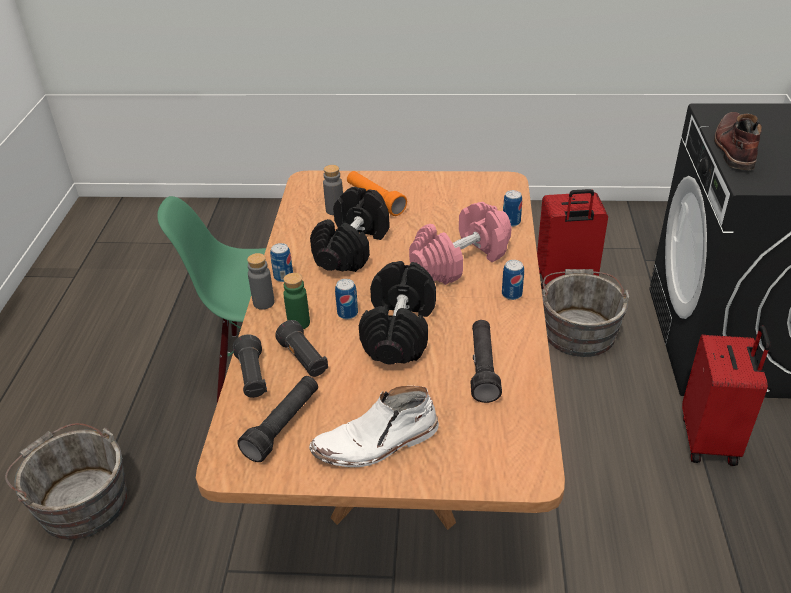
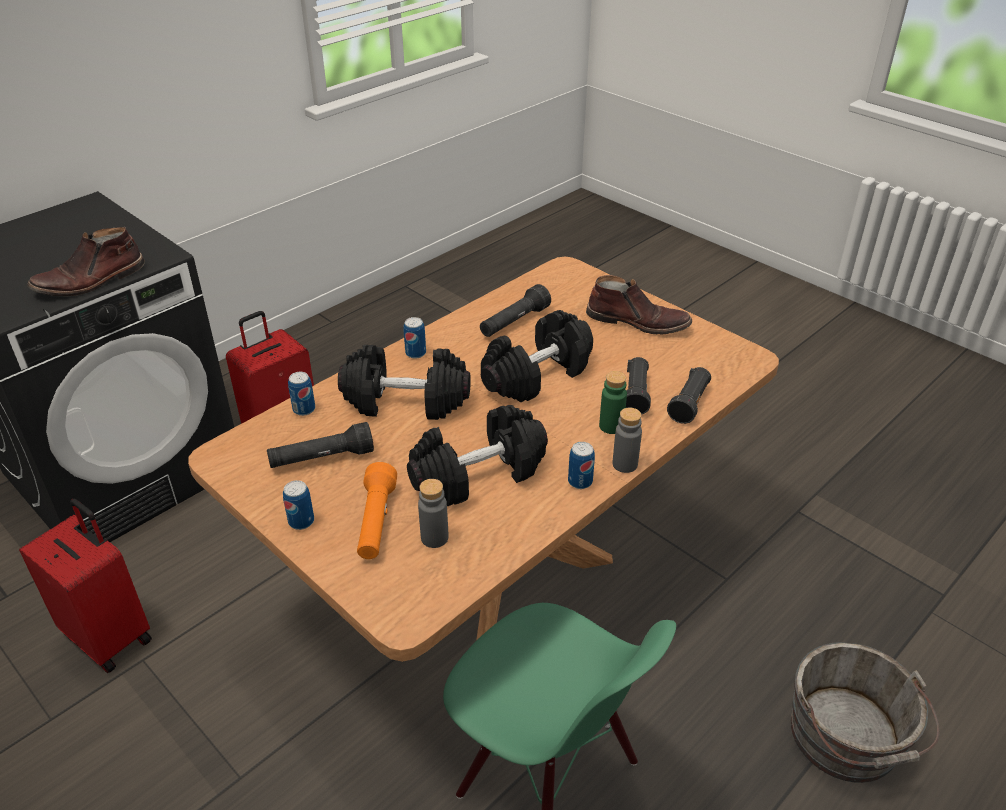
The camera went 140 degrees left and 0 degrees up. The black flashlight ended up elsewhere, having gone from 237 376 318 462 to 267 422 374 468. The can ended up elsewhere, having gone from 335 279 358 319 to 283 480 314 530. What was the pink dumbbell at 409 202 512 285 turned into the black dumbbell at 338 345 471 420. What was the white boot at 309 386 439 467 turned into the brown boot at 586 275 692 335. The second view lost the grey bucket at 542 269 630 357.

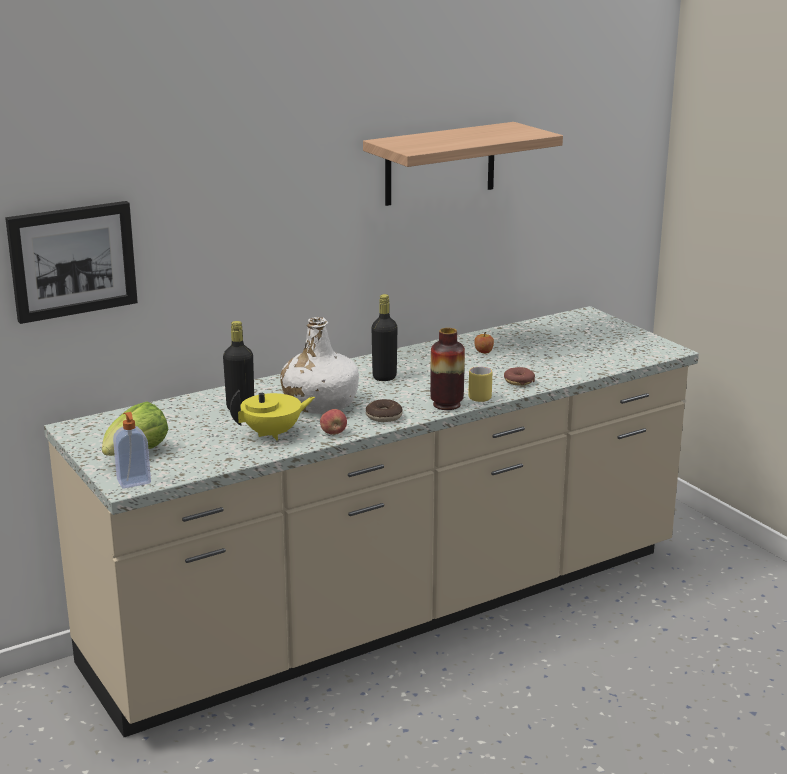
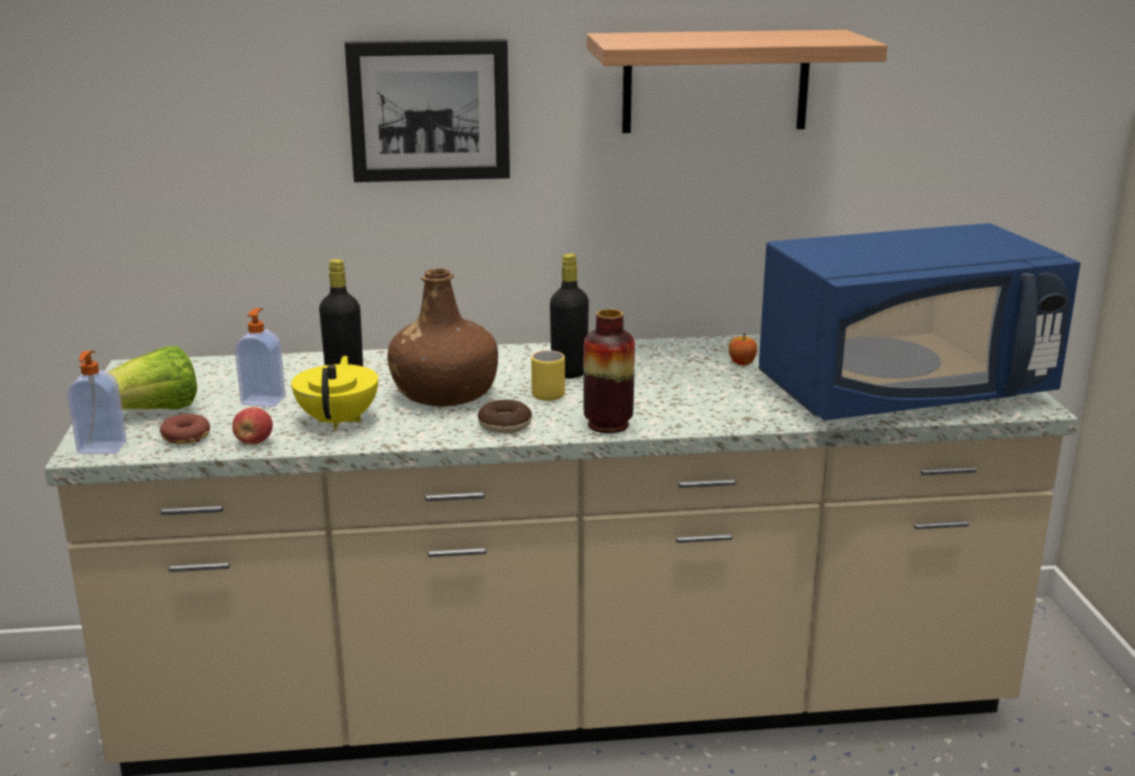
The camera went 25 degrees right and 0 degrees up. The donut ended up elsewhere, having gone from 504 367 535 385 to 160 414 210 444. The apple ended up elsewhere, having gone from 320 409 347 435 to 232 407 273 445. The second view gained the soap dispenser at 235 308 286 407. The yellow teapot at 230 390 315 440 ended up facing another way, 90 degrees counterclockwise from before. The picture ended up elsewhere, having gone from 5 201 138 324 to 345 39 510 182. What was the white bottle at 280 317 359 414 turned into the brown bottle at 387 268 498 406. The yellow mug ended up elsewhere, having gone from 468 367 492 402 to 531 350 565 401. The second view gained the blue microwave at 759 223 1081 421.

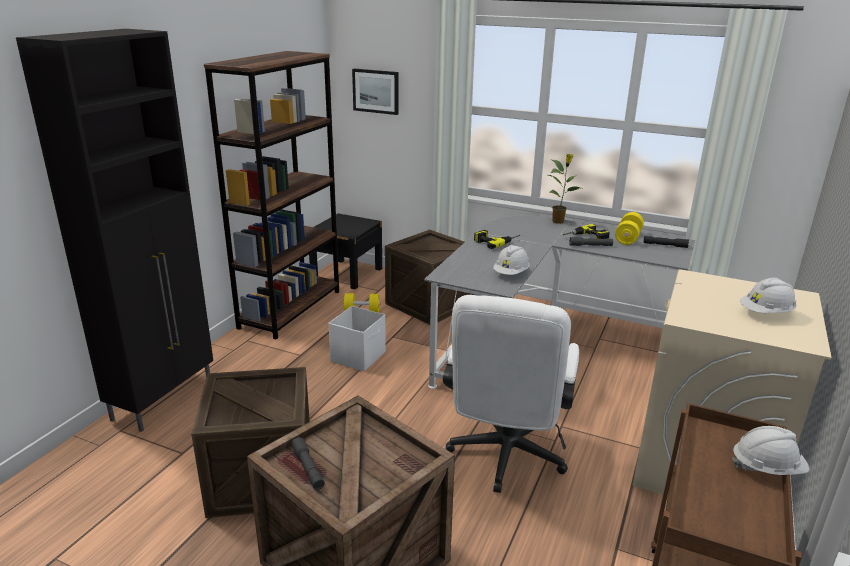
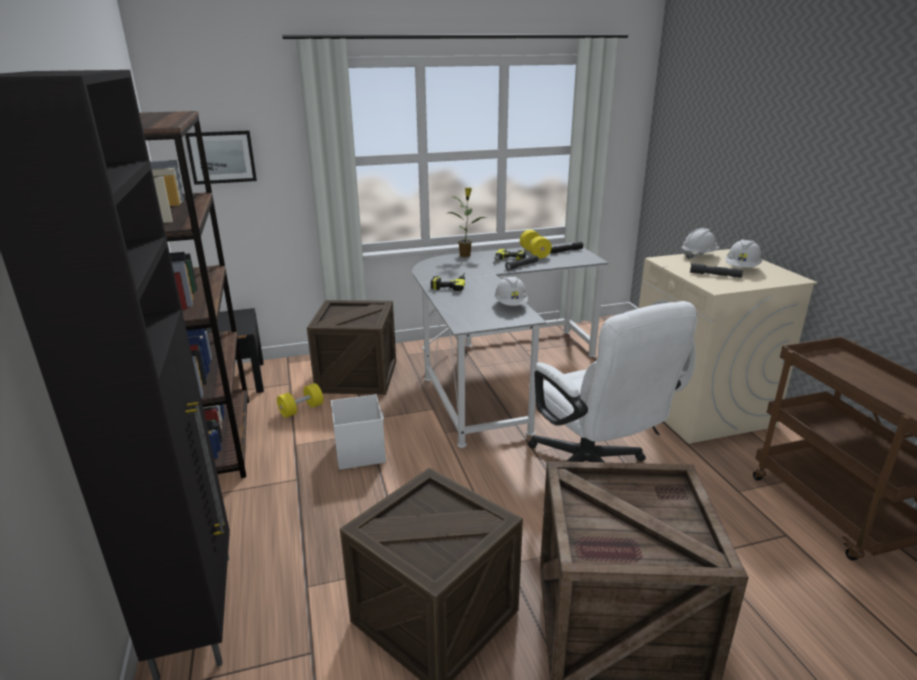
The camera went 40 degrees left and 0 degrees up. The white hard hat ended up elsewhere, having gone from 732 426 809 475 to 682 228 720 260. The grey flashlight ended up elsewhere, having gone from 291 437 325 490 to 690 263 743 278.

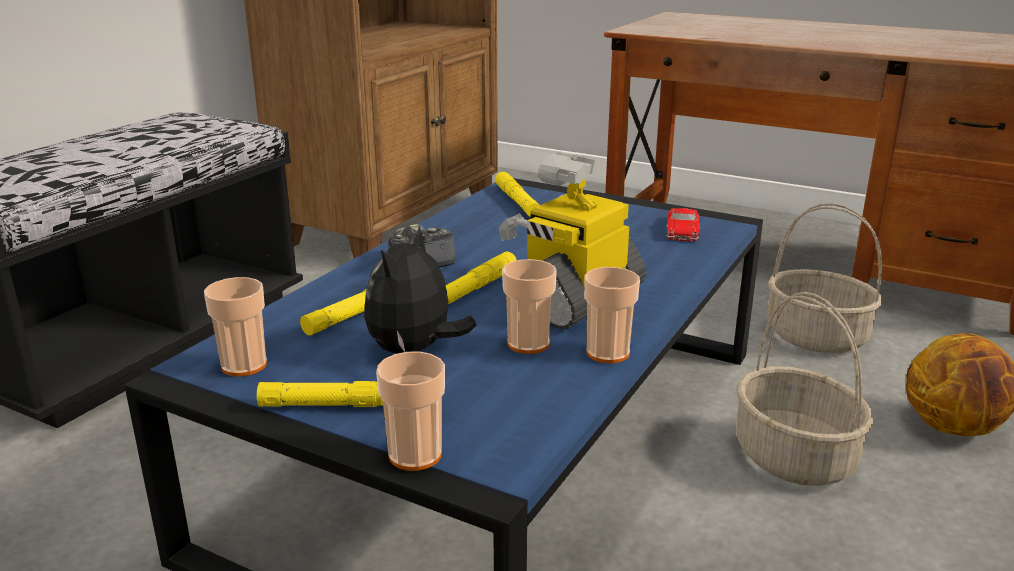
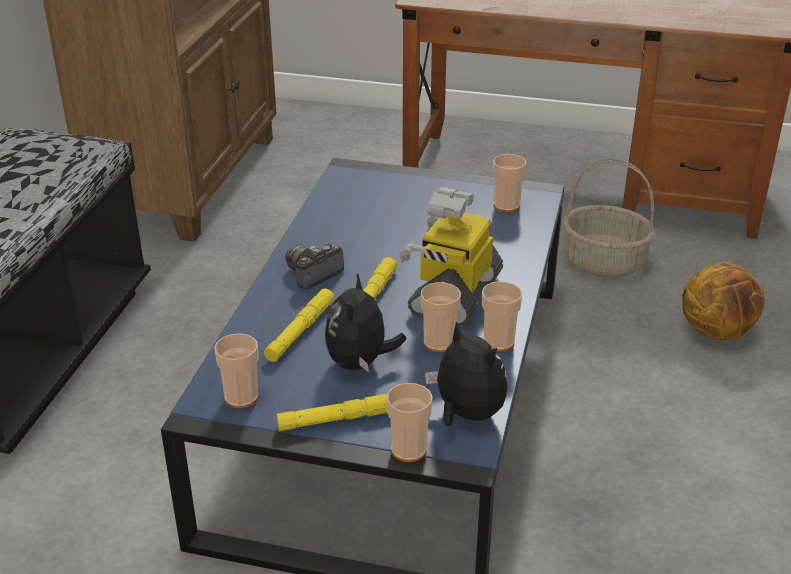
The camera went 15 degrees left and 10 degrees up. The second view gained the plush toy at 425 321 508 426. Where the red toy car stood at 666 208 699 241, the cup came to stand at 493 154 526 212. The second view lost the yellow flashlight at 495 172 539 217. The second view lost the basket at 736 292 874 486.

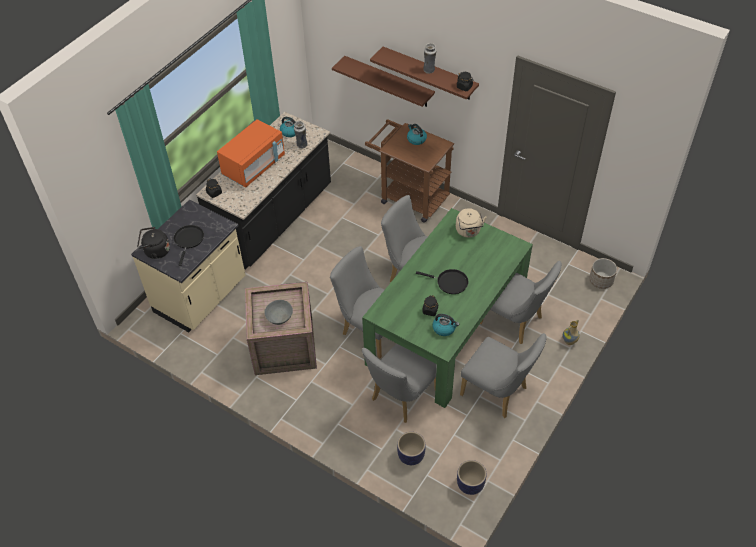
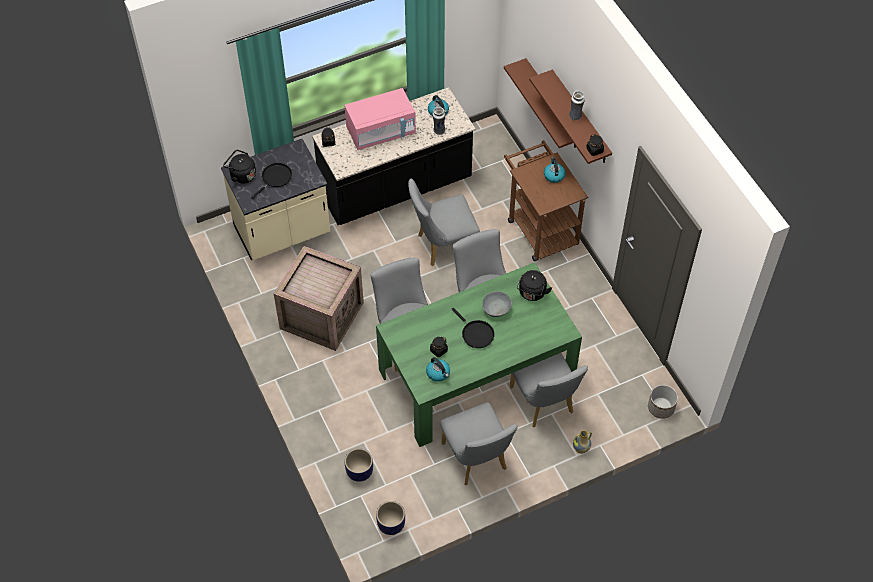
The camera went 30 degrees right and 5 degrees up. What was the orange microwave at 217 119 285 187 turned into the pink microwave at 345 88 416 150. The grey chair ended up elsewhere, having gone from 362 343 437 423 to 408 179 480 266. The grey bowl ended up elsewhere, having gone from 264 300 293 325 to 482 291 512 317. What was the beige kettle at 456 208 487 238 turned into the black kettle at 517 270 552 301.

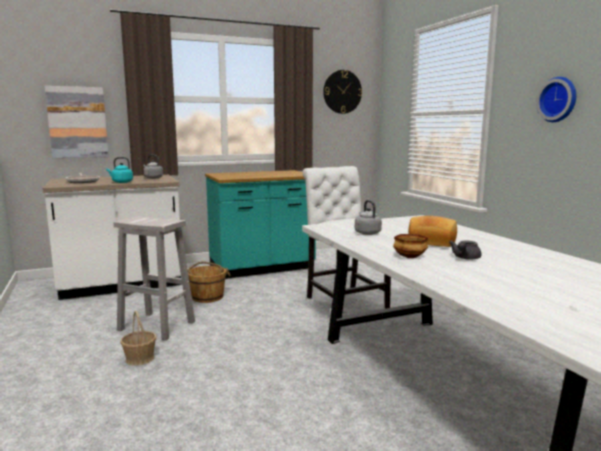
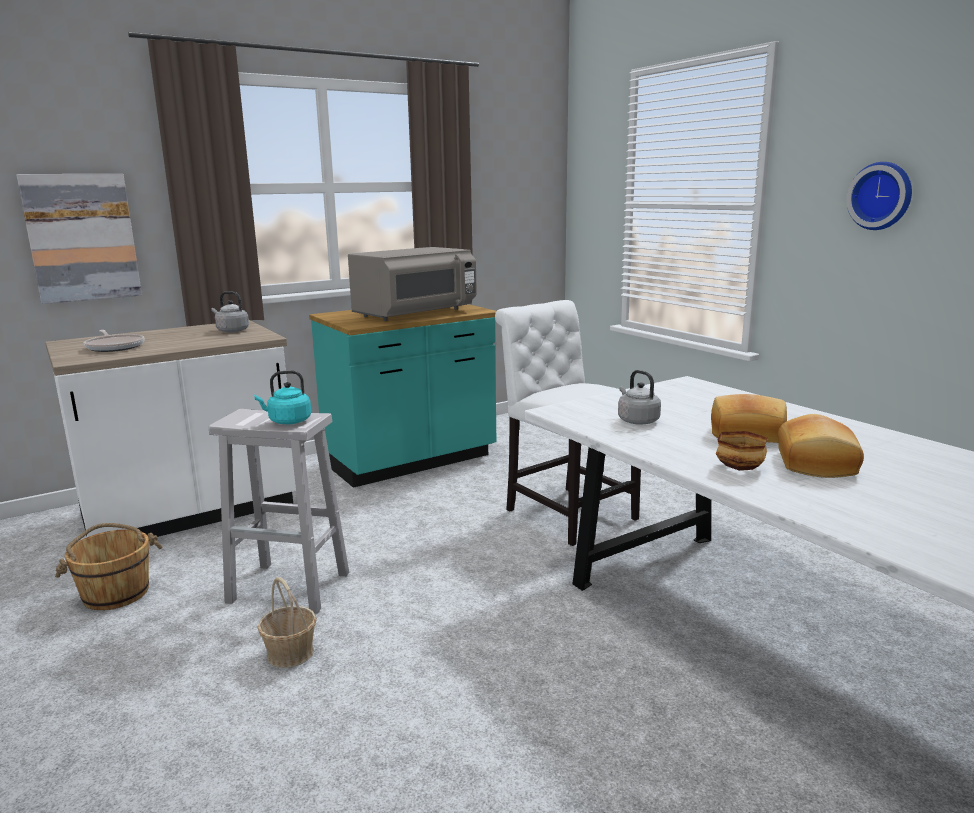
The camera went 10 degrees left and 5 degrees up. The brown bucket ended up elsewhere, having gone from 188 262 231 303 to 55 523 162 610. The turquoise kettle ended up elsewhere, having gone from 106 157 133 183 to 254 370 311 424. The second view gained the grey microwave at 348 247 477 321. Where the grey teapot stood at 449 240 481 260, the bread came to stand at 778 414 864 478. The second view lost the wall clock at 323 70 362 114.

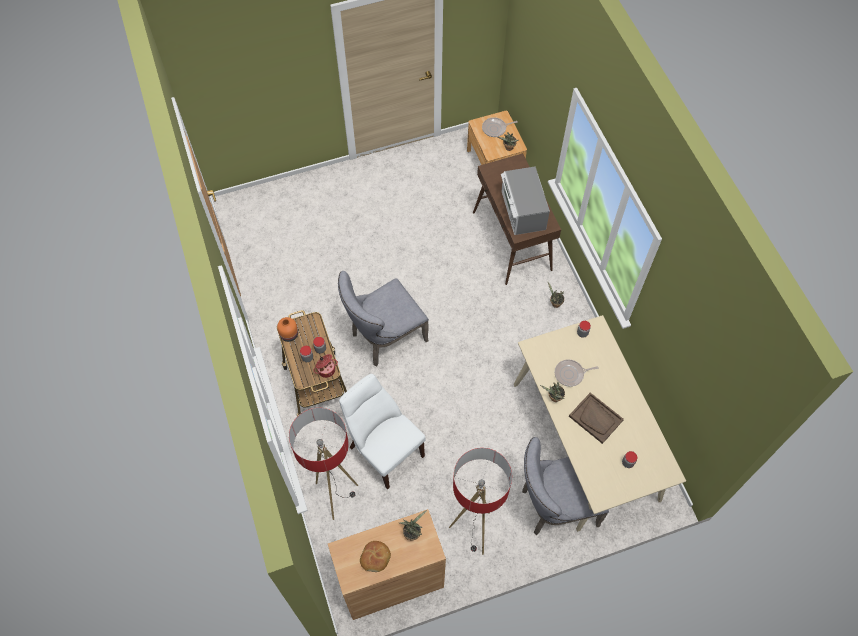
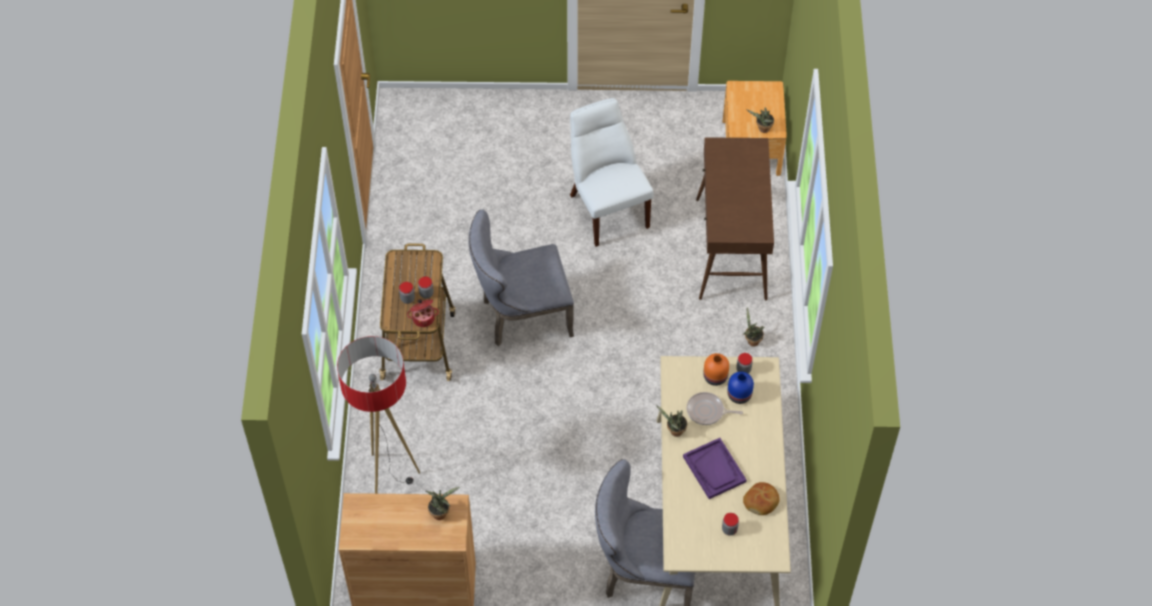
The camera went 20 degrees right and 5 degrees down. The white chair ended up elsewhere, having gone from 339 374 426 489 to 570 98 653 247. What was the brown tray at 569 393 624 444 turned into the purple tray at 683 438 747 499. The orange vase ended up elsewhere, having gone from 277 317 298 342 to 703 353 729 386. The second view gained the blue vase at 727 372 754 404. The bread ended up elsewhere, having gone from 360 541 391 572 to 743 482 780 515. The second view lost the floor lamp at 449 448 512 555. The second view lost the frying pan at 482 117 518 137. The second view lost the microwave at 501 166 550 235.

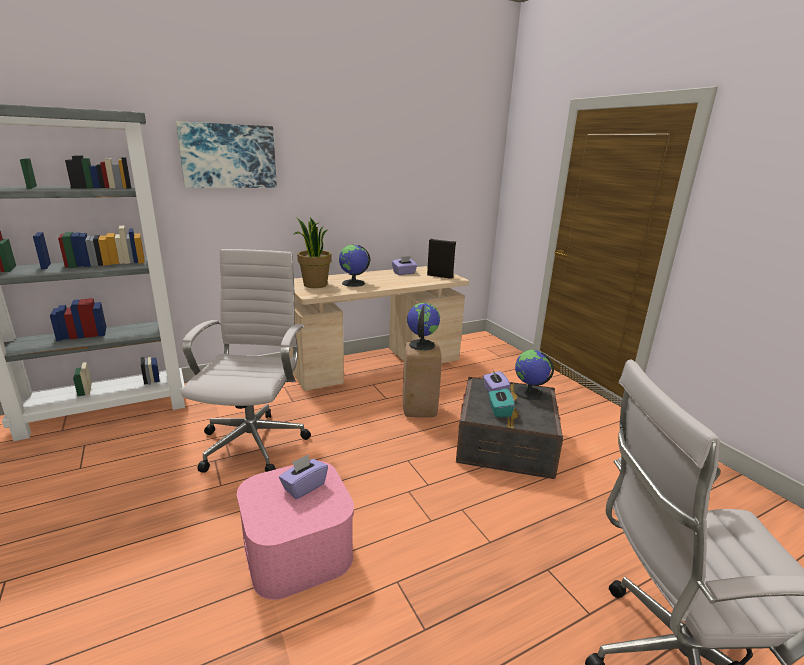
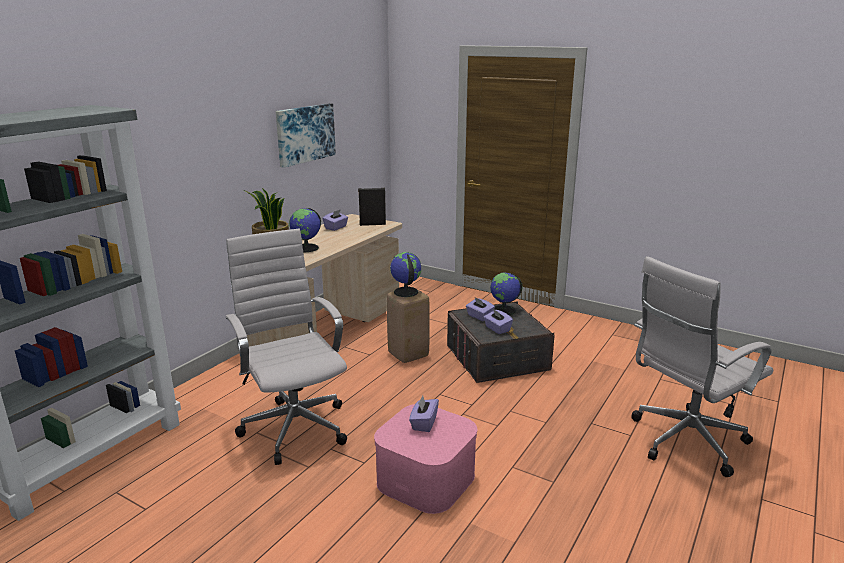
The camera went 30 degrees left and 0 degrees up. The picture ended up elsewhere, having gone from 176 121 277 188 to 276 103 336 168. What was the turquoise tissue box at 489 386 515 417 turned into the purple tissue box at 484 309 513 334.

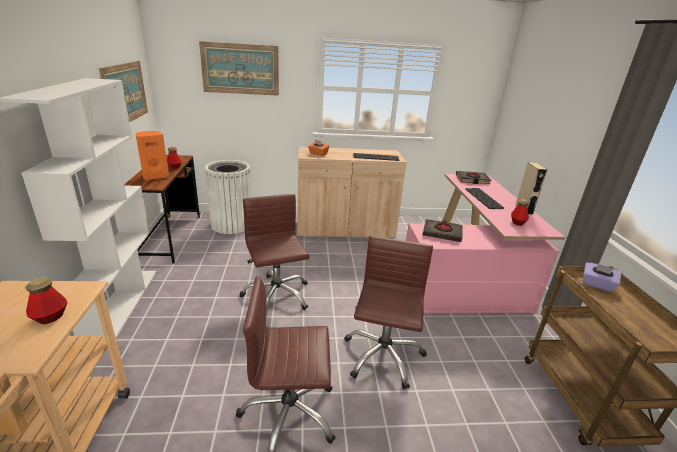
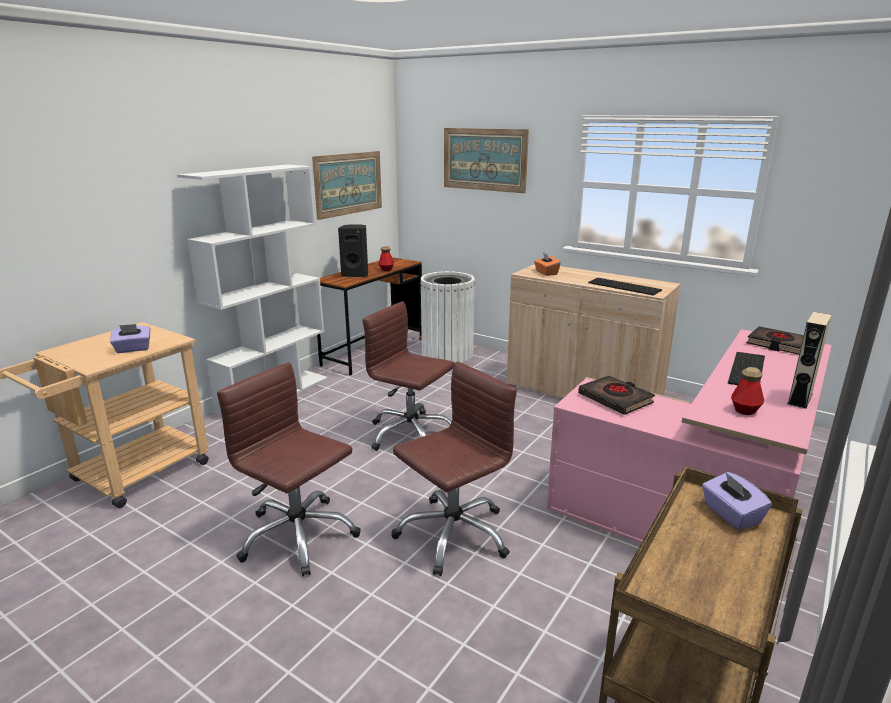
The camera went 40 degrees right and 5 degrees down. Where the bottle stood at 25 277 67 324, the purple tissue box came to stand at 110 324 150 353. What was the orange speaker at 136 131 169 180 turned into the black speaker at 338 224 368 277. The brown office chair at 239 194 310 310 ended up facing another way, 75 degrees counterclockwise from before.

